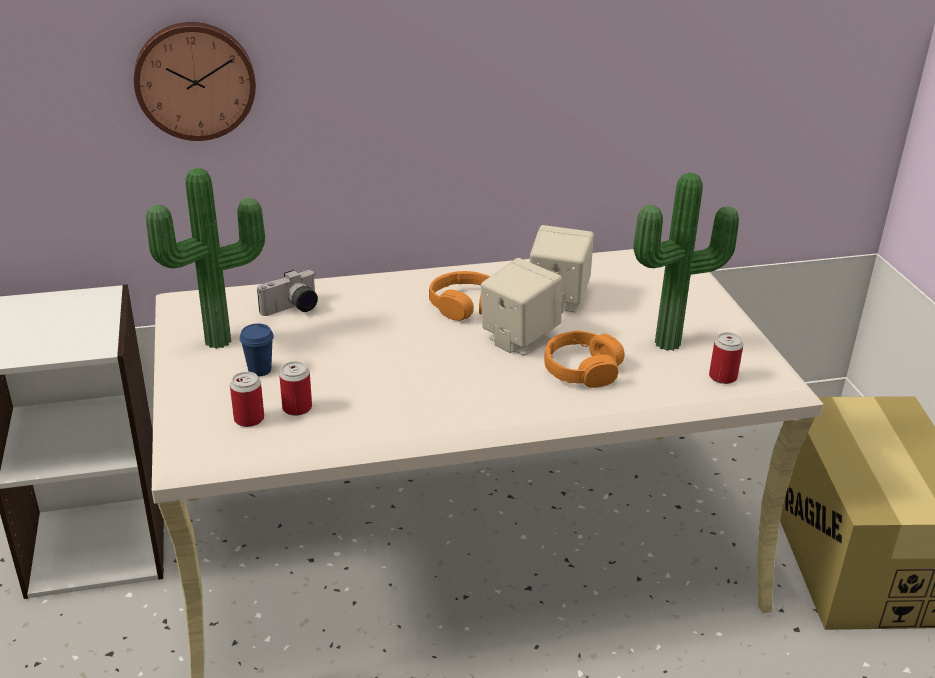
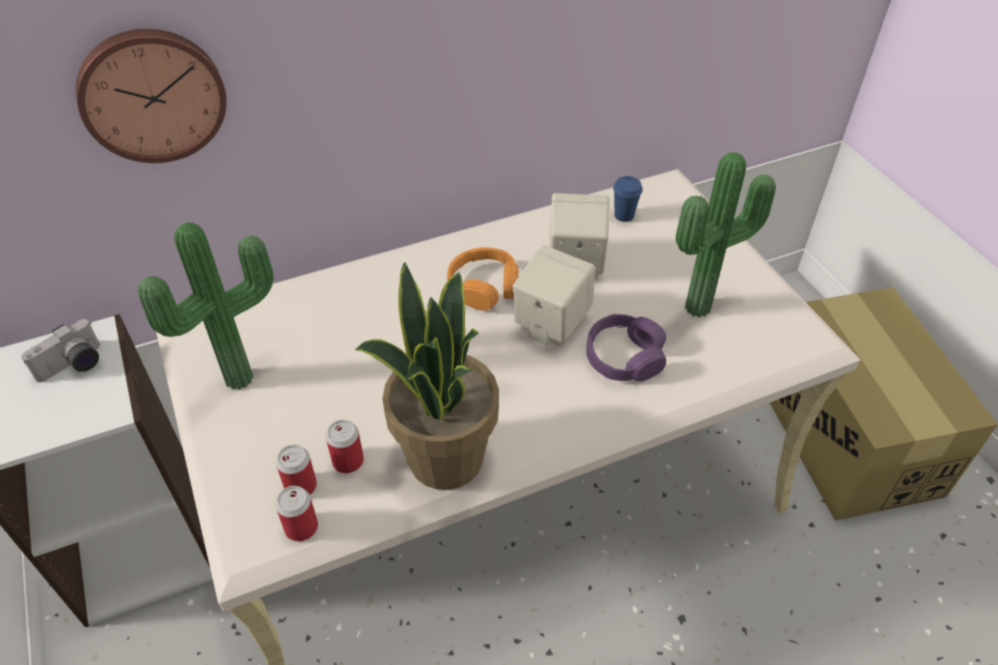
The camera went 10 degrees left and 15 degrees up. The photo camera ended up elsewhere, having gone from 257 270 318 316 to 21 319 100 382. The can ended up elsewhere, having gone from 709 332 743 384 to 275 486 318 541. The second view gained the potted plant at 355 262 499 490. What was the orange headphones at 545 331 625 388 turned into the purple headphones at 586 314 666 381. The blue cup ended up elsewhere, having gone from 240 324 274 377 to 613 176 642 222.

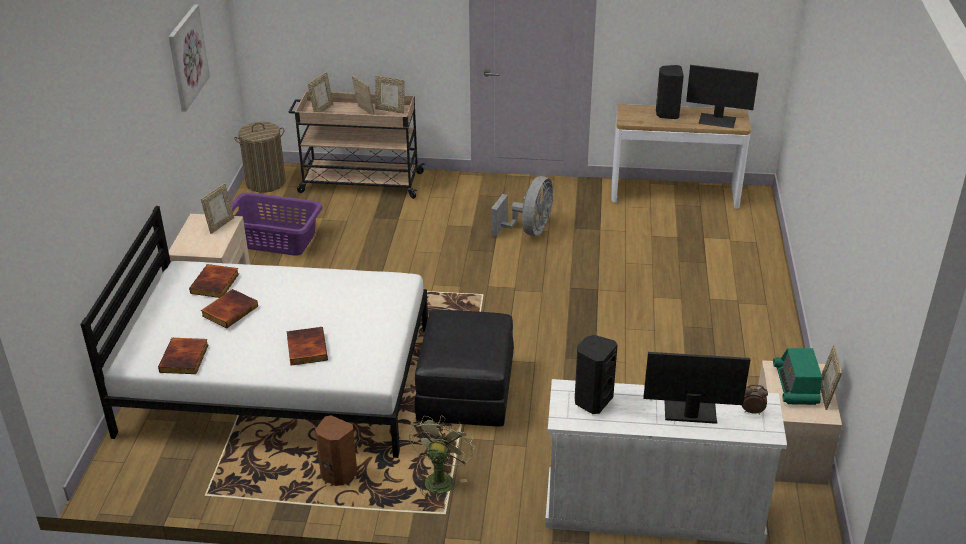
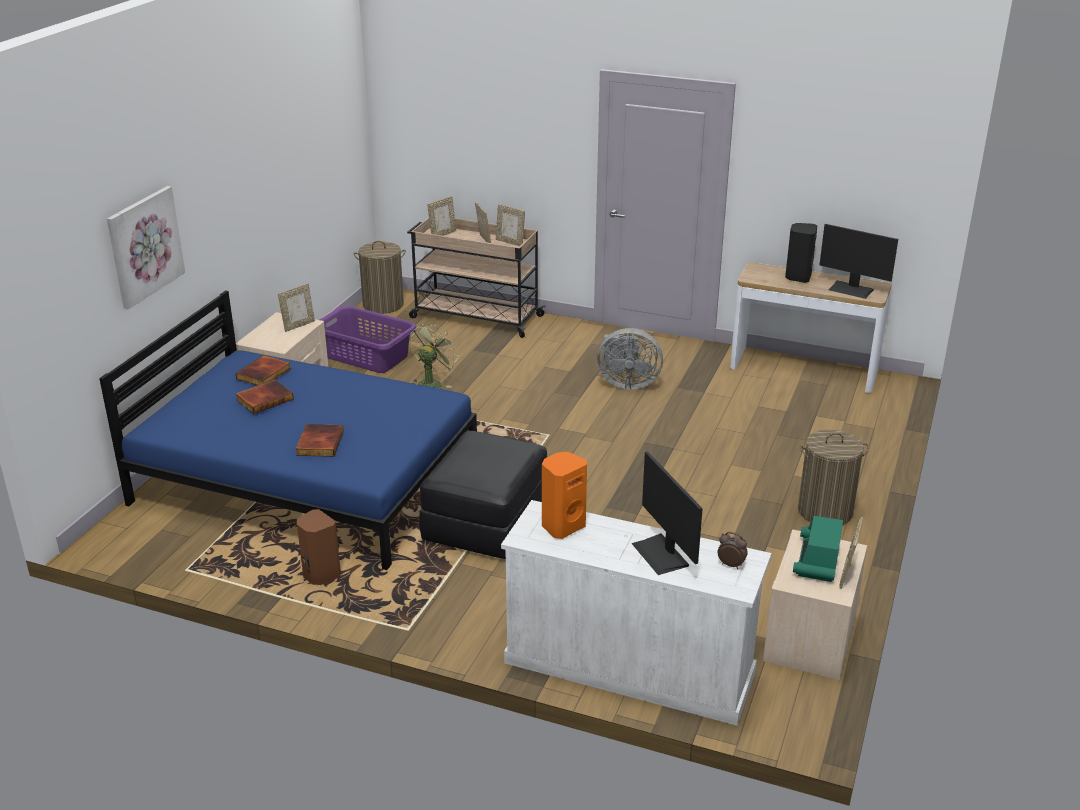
The camera went 15 degrees right and 5 degrees down. What was the white bed at 81 206 428 458 turned into the blue bed at 99 290 477 570. The picture ended up elsewhere, having gone from 169 4 210 112 to 107 186 185 309. The green fan ended up elsewhere, having gone from 409 415 474 495 to 409 323 459 389. What was the black speaker at 575 335 617 414 turned into the orange speaker at 542 452 587 539. The grey fan at 491 176 553 236 ended up facing another way, 60 degrees clockwise from before. The monitor at 644 352 751 424 ended up facing another way, 135 degrees counterclockwise from before. The second view gained the laundry basket at 798 430 869 525. The second view lost the book at 158 338 209 374.

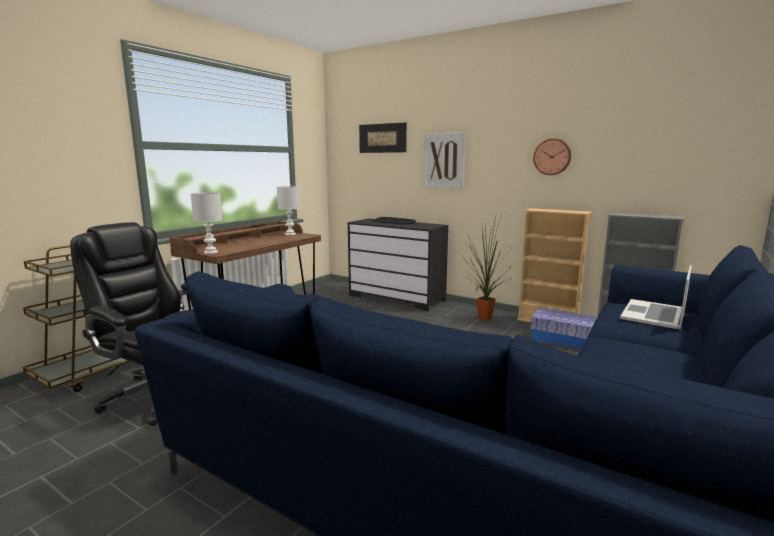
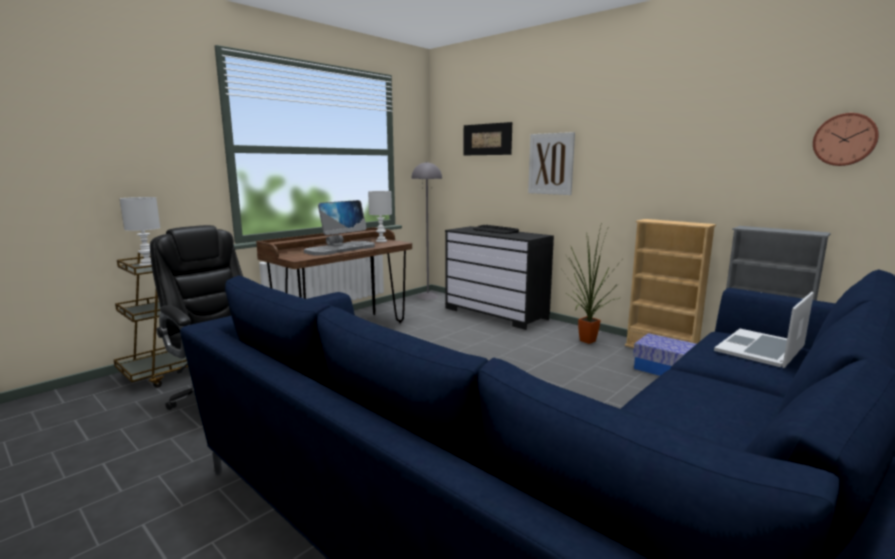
The camera went 10 degrees right and 0 degrees up. The white table lamp ended up elsewhere, having gone from 190 192 223 254 to 119 197 160 267. The second view gained the monitor at 304 200 375 255. The second view gained the grey floor lamp at 411 162 442 300. The wall clock ended up elsewhere, having gone from 533 138 571 175 to 813 113 879 166.

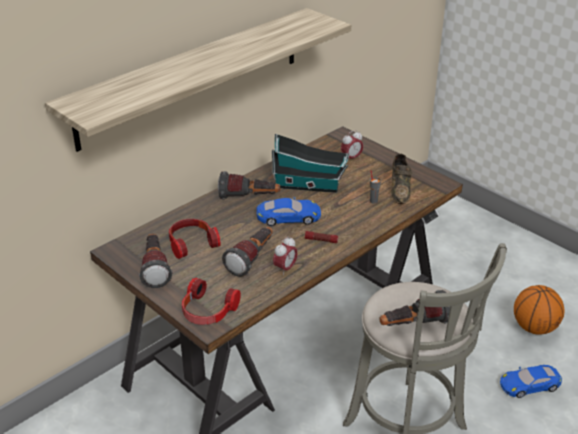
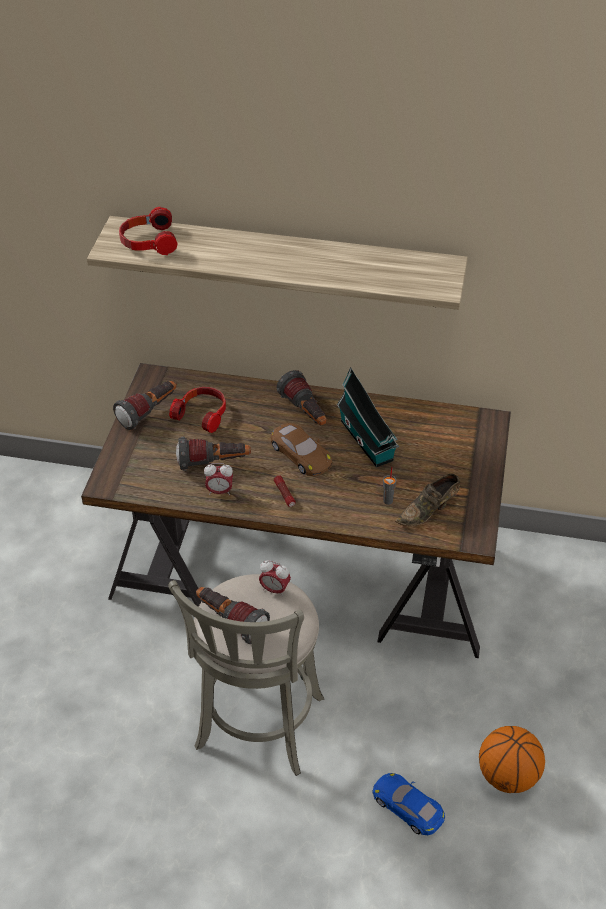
The camera went 55 degrees right and 10 degrees up. The headphones ended up elsewhere, having gone from 182 278 241 325 to 119 207 178 255. The alarm clock ended up elsewhere, having gone from 341 130 363 162 to 259 560 291 597. What was the blue toy car at 257 197 321 226 turned into the brown toy car at 271 423 332 476.

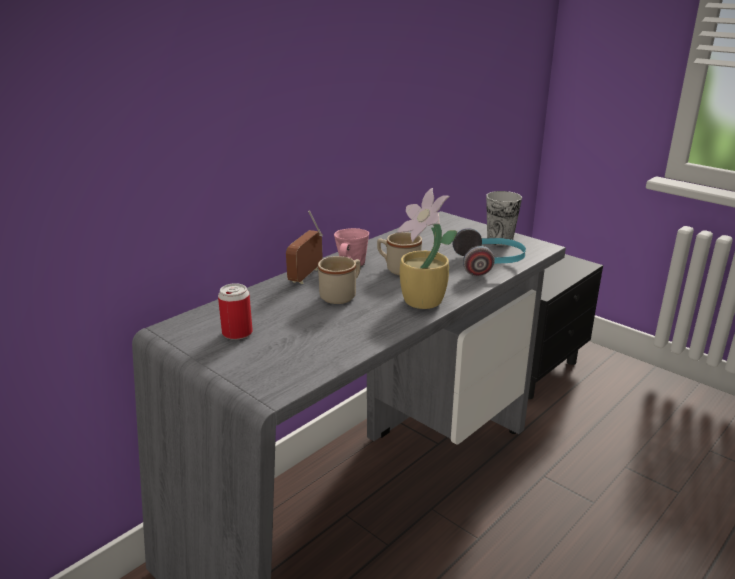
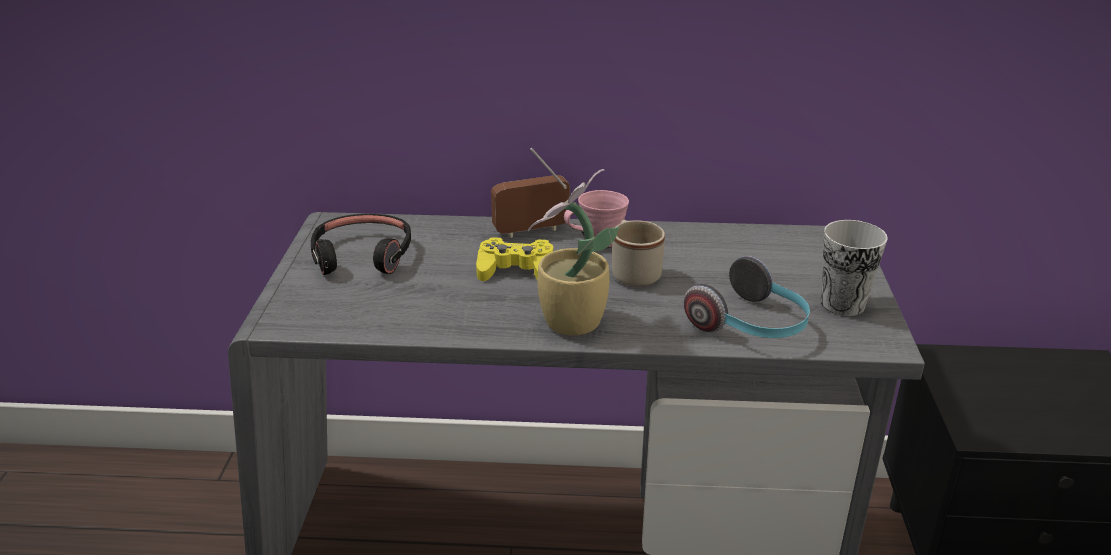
The camera went 50 degrees right and 5 degrees up. Where the can stood at 218 283 253 340, the black headphones came to stand at 311 214 411 275. Where the beige mug stood at 318 256 360 304, the yellow game controller came to stand at 476 237 553 281.

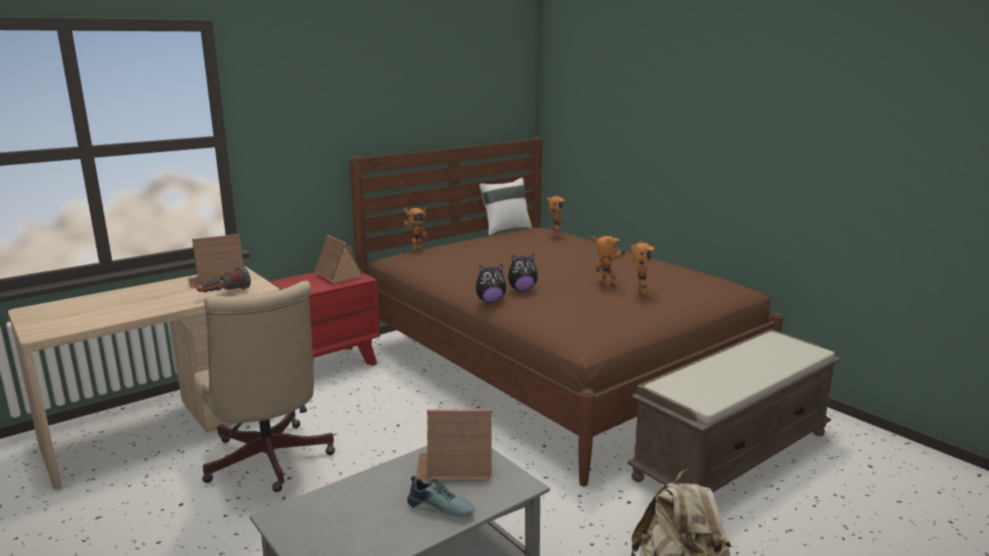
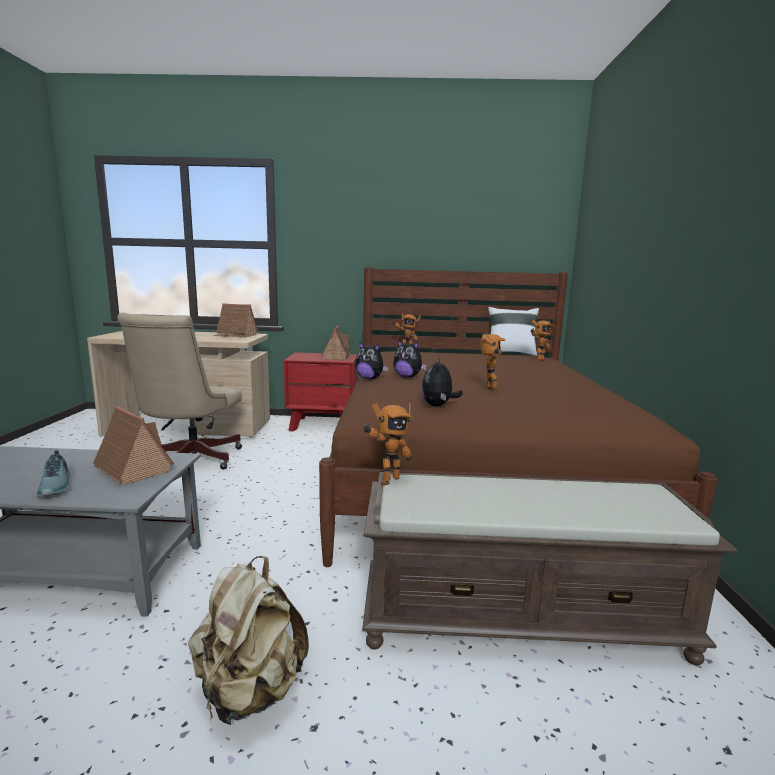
The camera went 40 degrees right and 5 degrees down. The toy robot ended up elsewhere, having gone from 631 240 656 298 to 363 403 414 486. The second view gained the plush toy at 422 359 463 406. The second view lost the flashlight at 196 266 251 292.

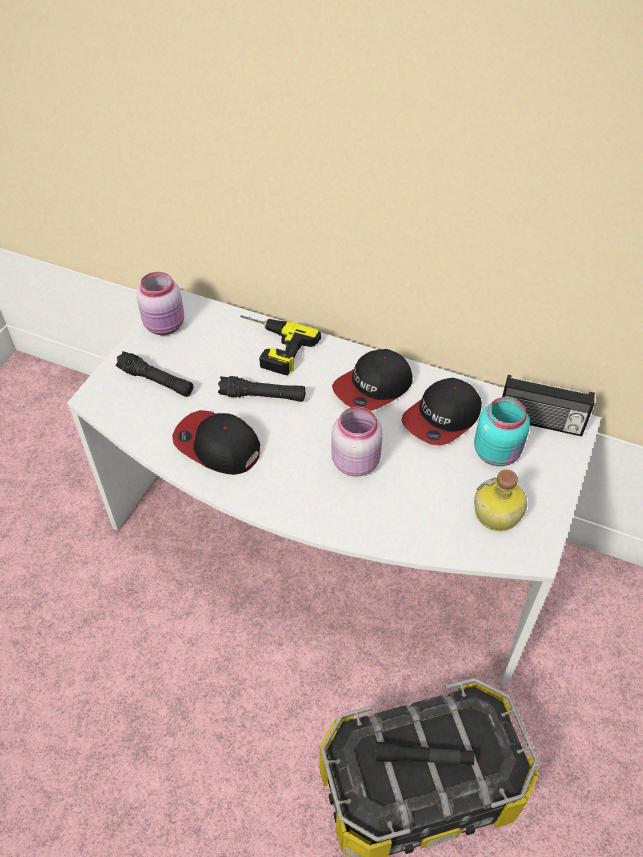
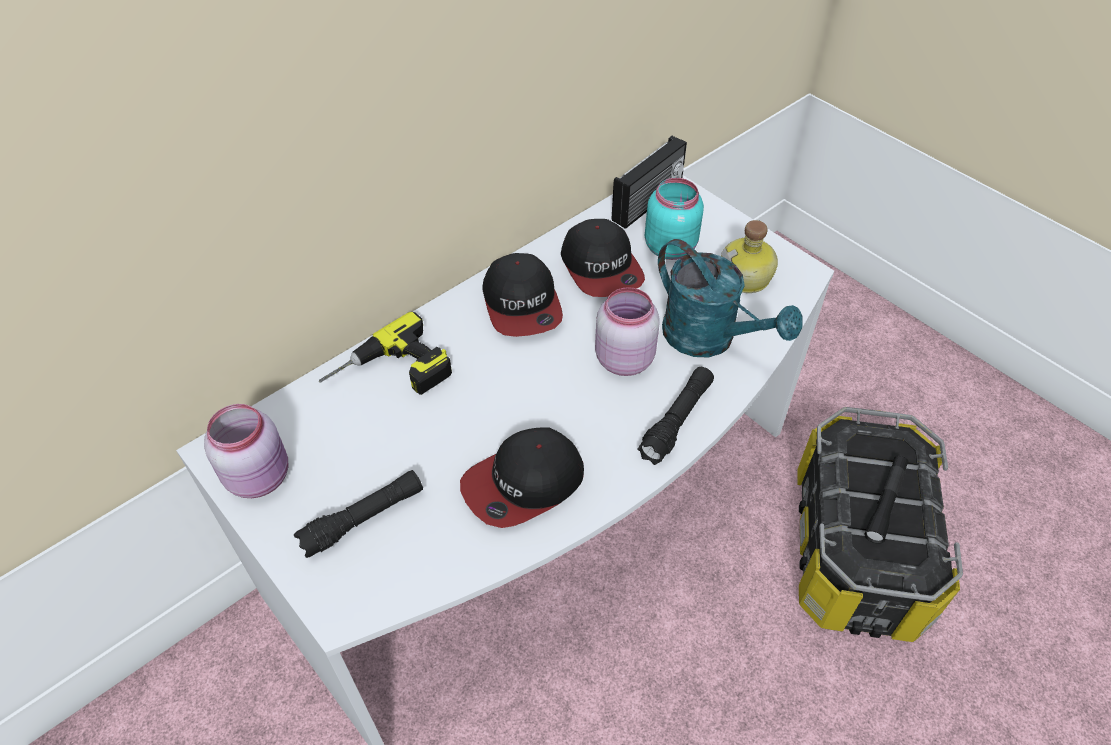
The camera went 65 degrees left and 0 degrees up. The black flashlight ended up elsewhere, having gone from 218 376 306 402 to 637 367 714 465. The second view gained the turquoise watering can at 658 239 803 357.

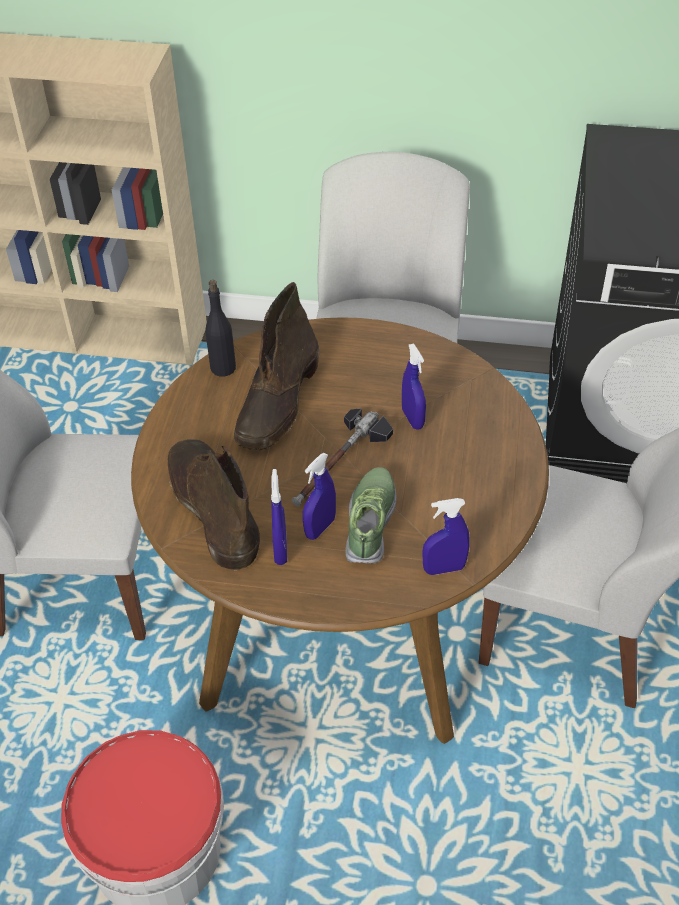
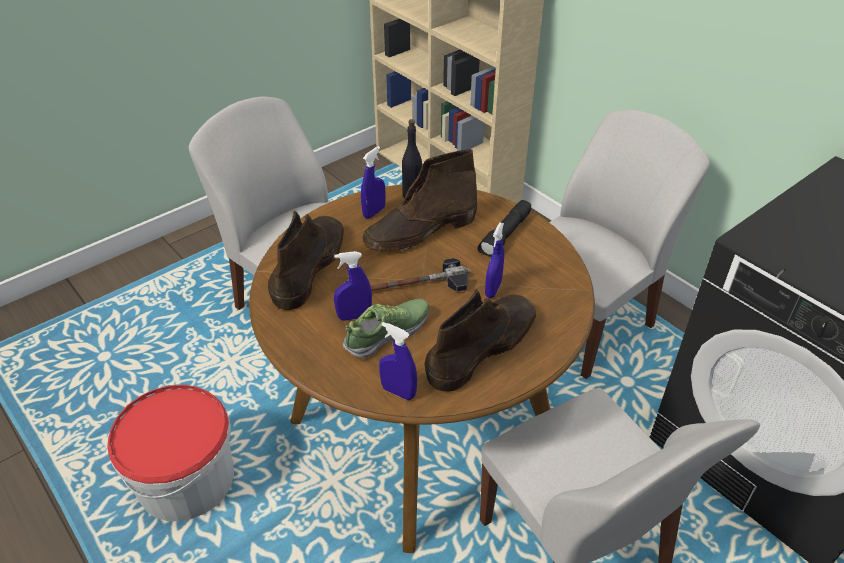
The camera went 40 degrees right and 5 degrees down. The blue spray bottle ended up elsewhere, having gone from 271 469 287 565 to 361 146 386 219. The second view gained the brown boot at 425 289 536 392. The second view gained the black flashlight at 477 200 531 257.

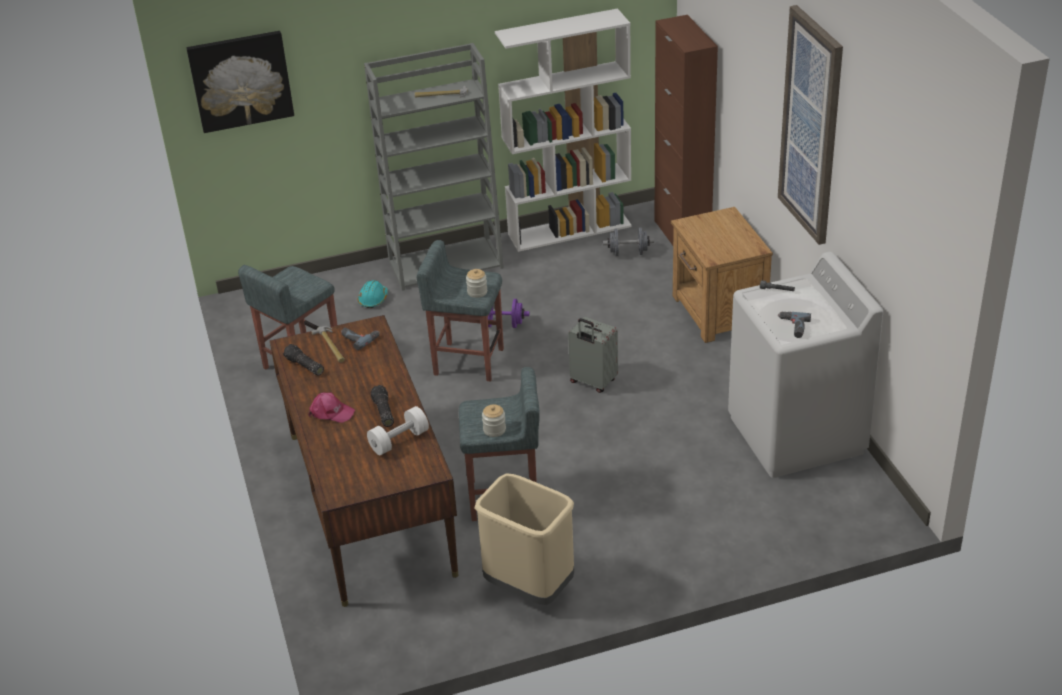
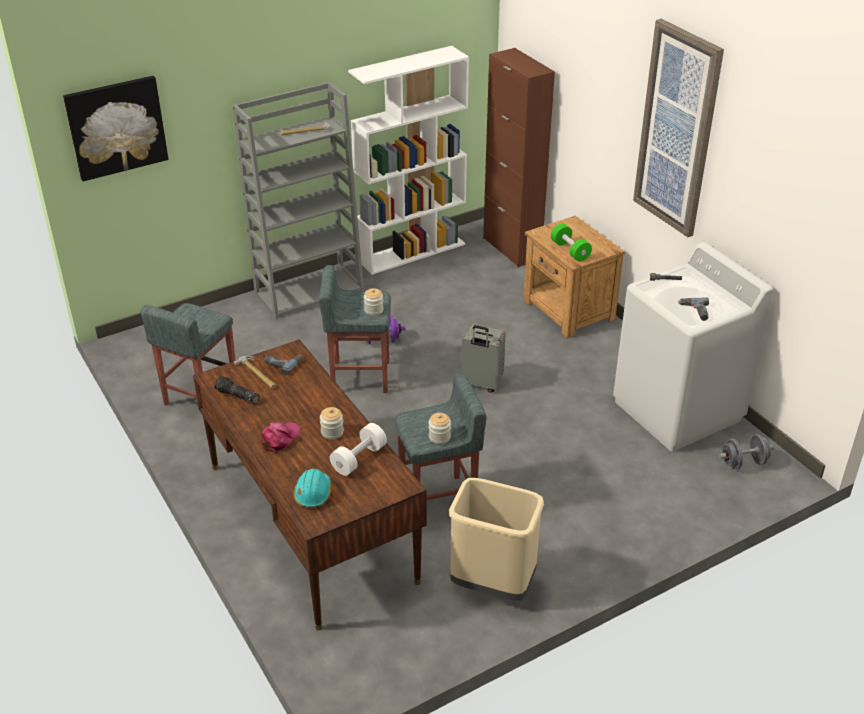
The camera went 15 degrees left and 0 degrees up. The pink cap at 308 393 355 423 ended up facing another way, 60 degrees counterclockwise from before. The turquoise hard hat ended up elsewhere, having gone from 357 280 388 308 to 293 469 331 508. Where the flashlight stood at 371 385 394 427, the jar came to stand at 320 407 344 440. The second view gained the green dumbbell at 551 223 592 261. The grey dumbbell ended up elsewhere, having gone from 603 227 654 256 to 719 434 774 470.

